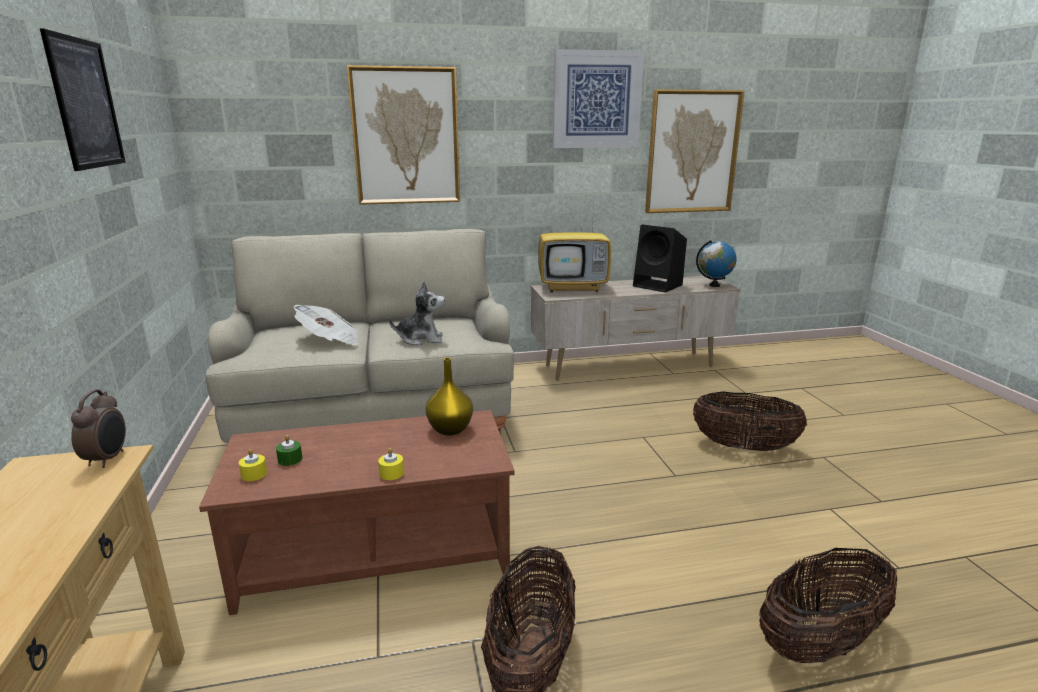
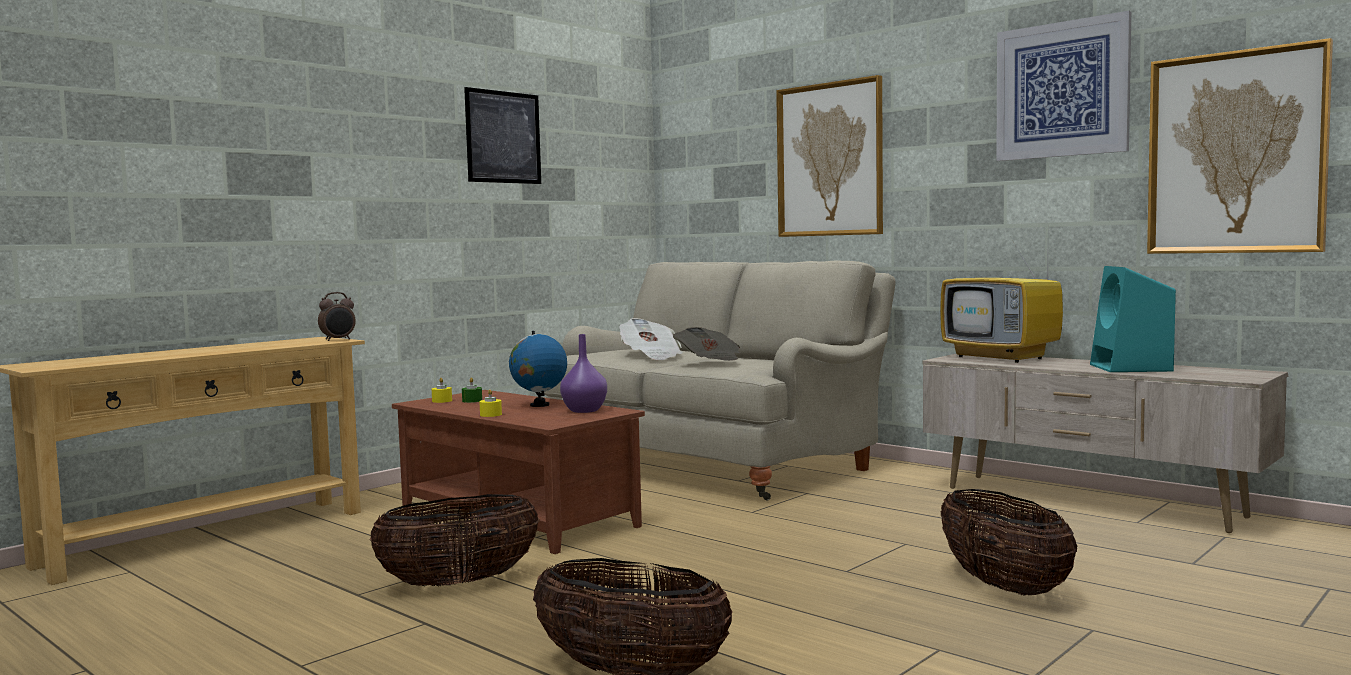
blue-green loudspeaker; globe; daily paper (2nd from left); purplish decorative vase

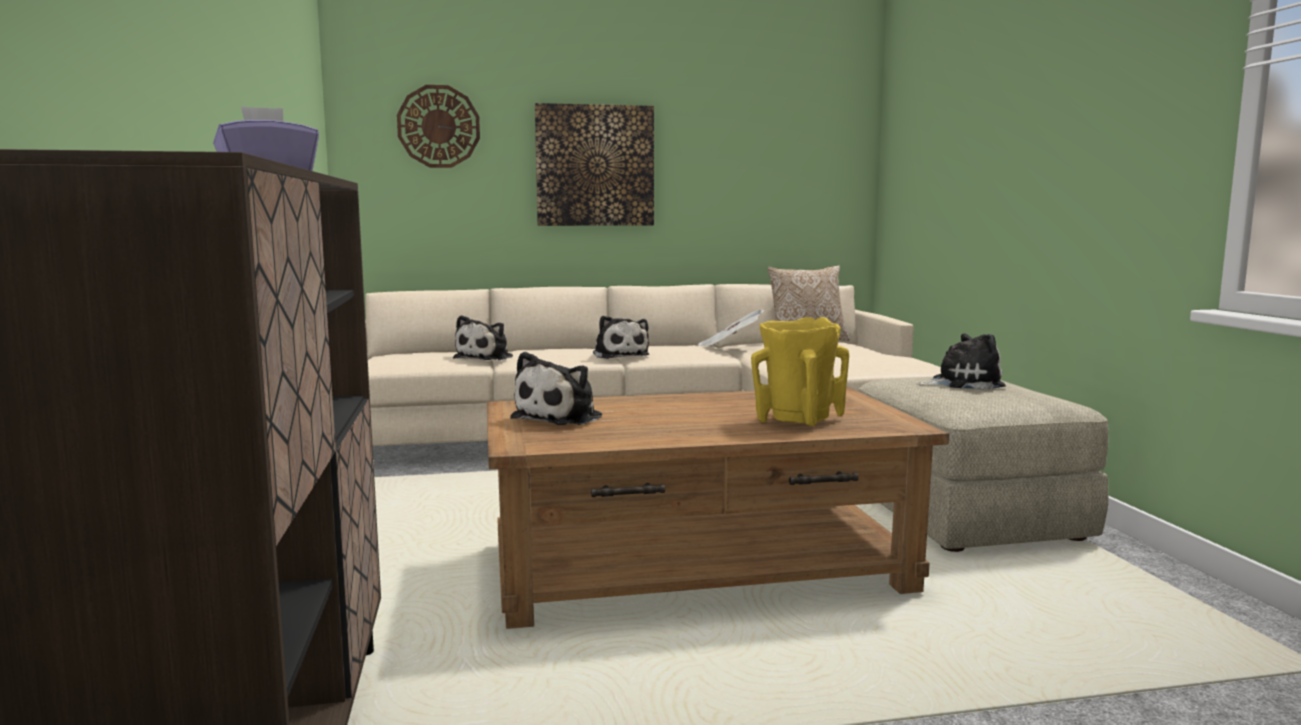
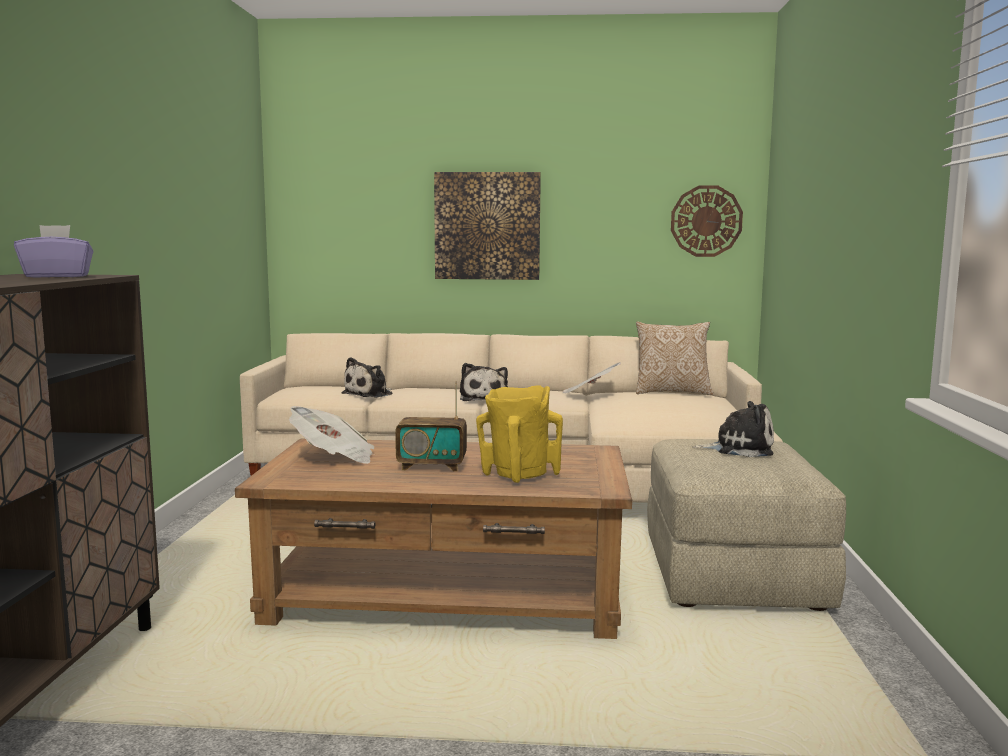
clock on the wall; daily paper (1st from left); radio set

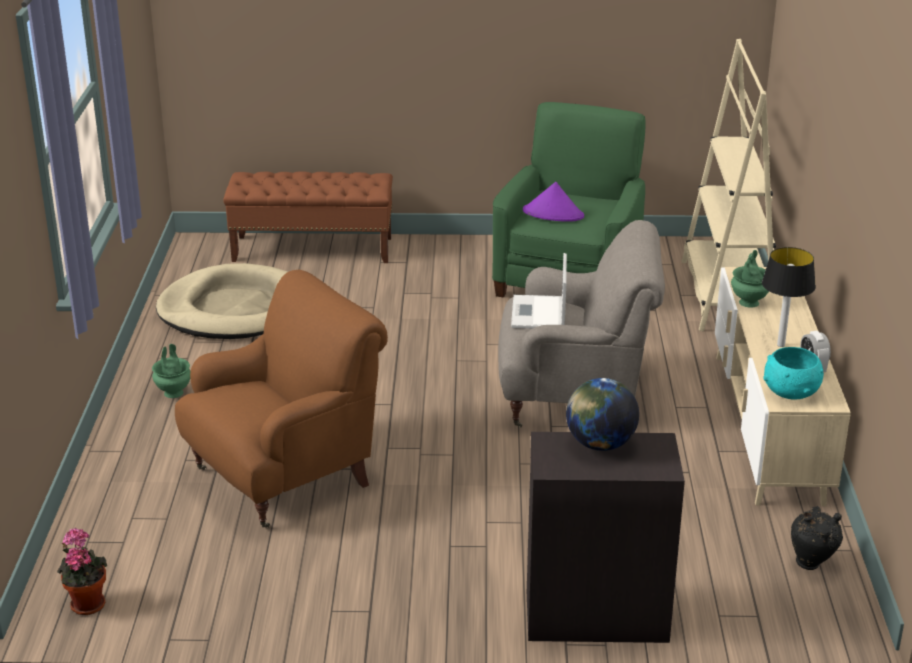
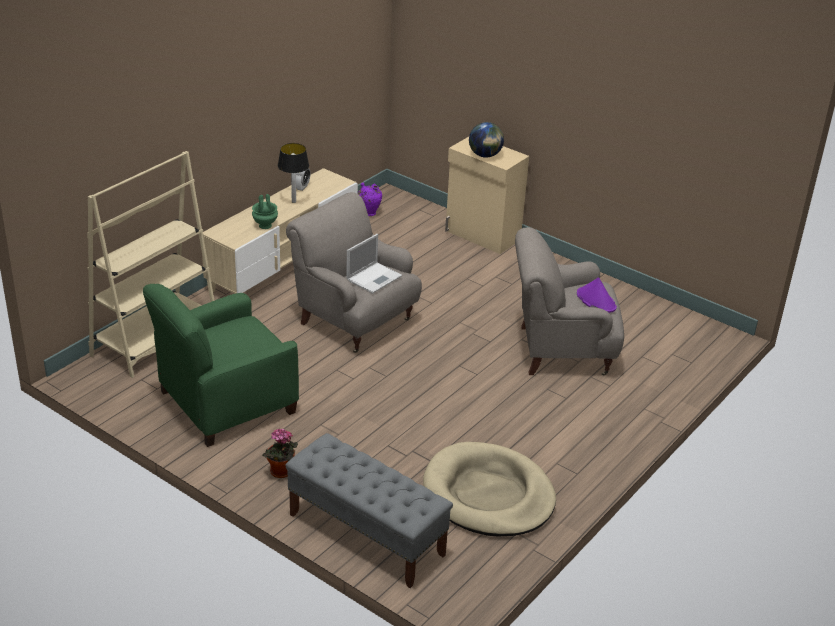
greyish bench; purplish clothing hat; greyish lounge chair (2nd from left); greenish decorative vase (1st from left in the first image); blue-green bowl; beige-coloured cabinet; purplish decorative vase; plant in a pot

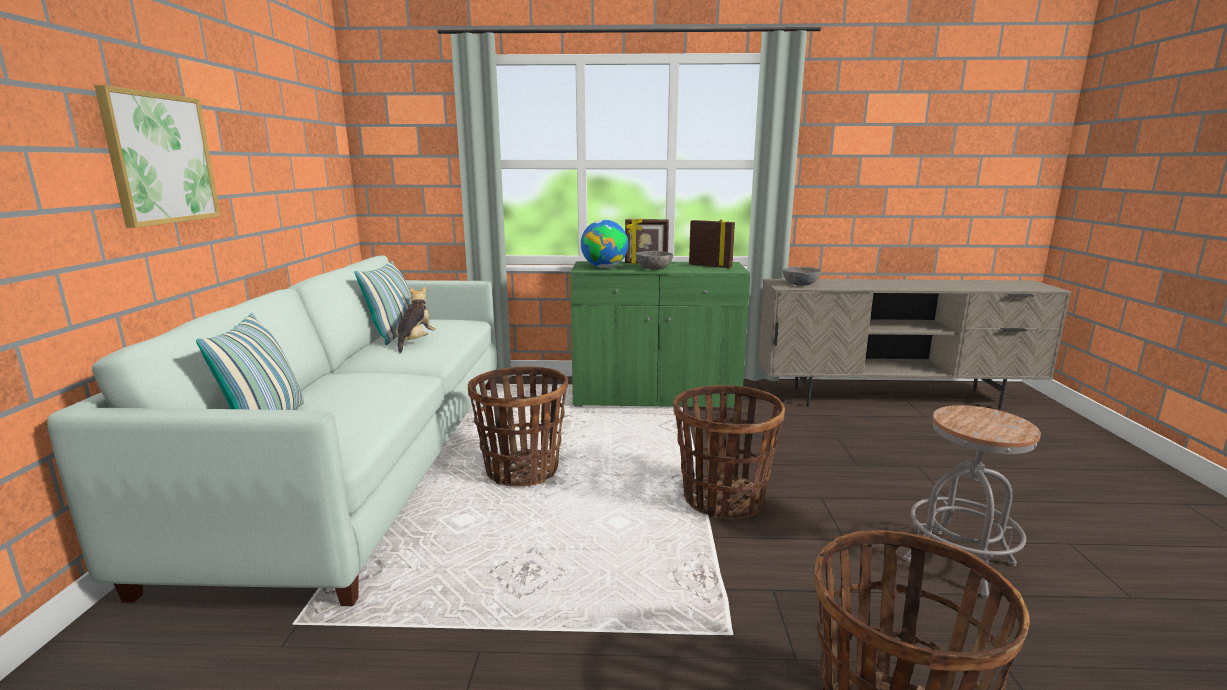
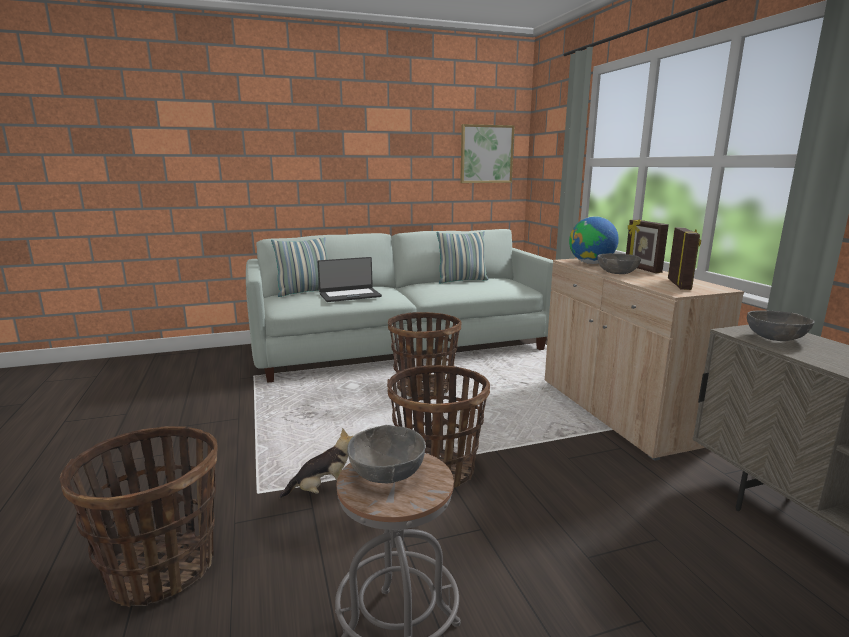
wall art; beige-coloured cabinet; soft toy; portable computer; greyish bowl (1st from left)

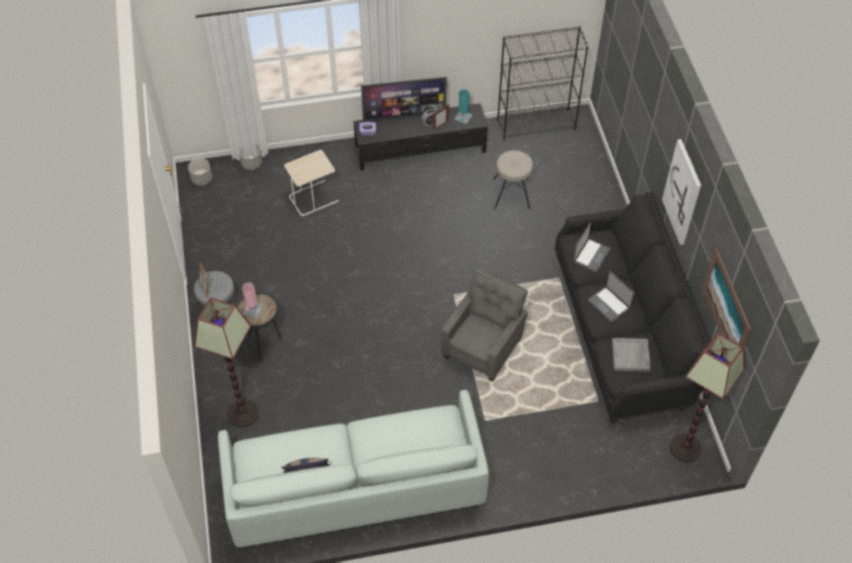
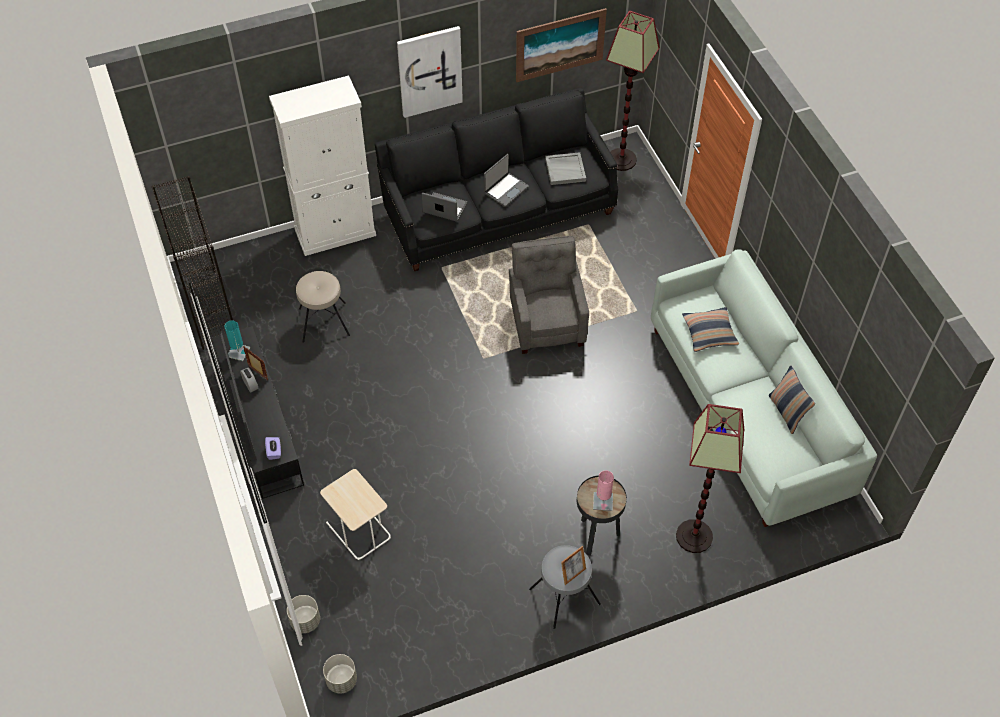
greyish lounge chair; white-coloured cabinet; throw pillow (1st from left)

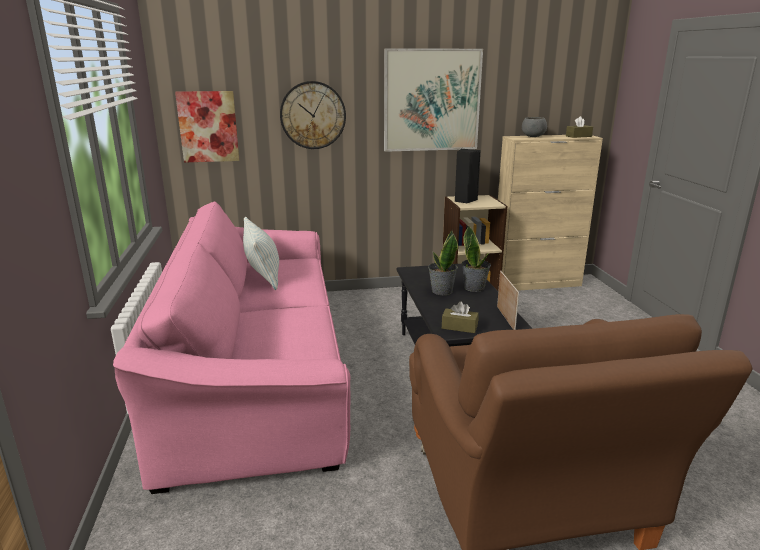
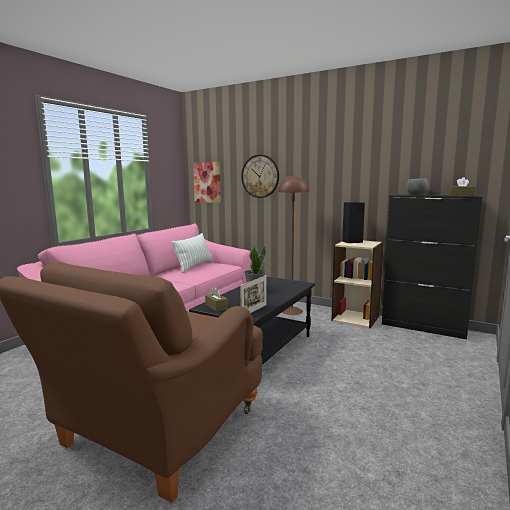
wall art (2nd from left in the first image); black-coloured cabinet; plant in a pot (2nd from left in the first image); brown standard lamp

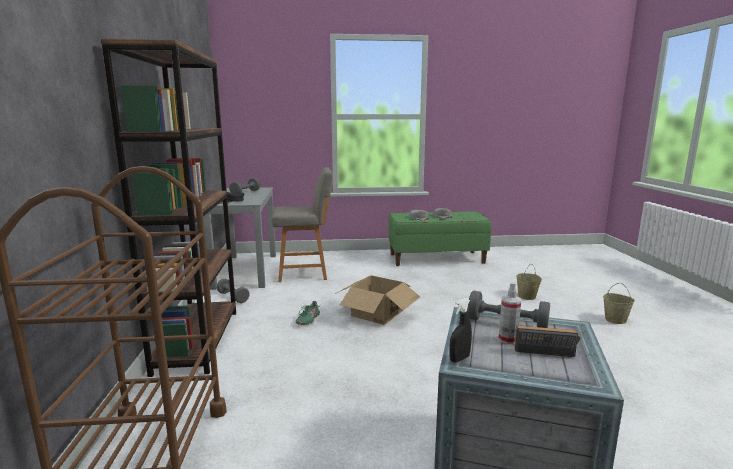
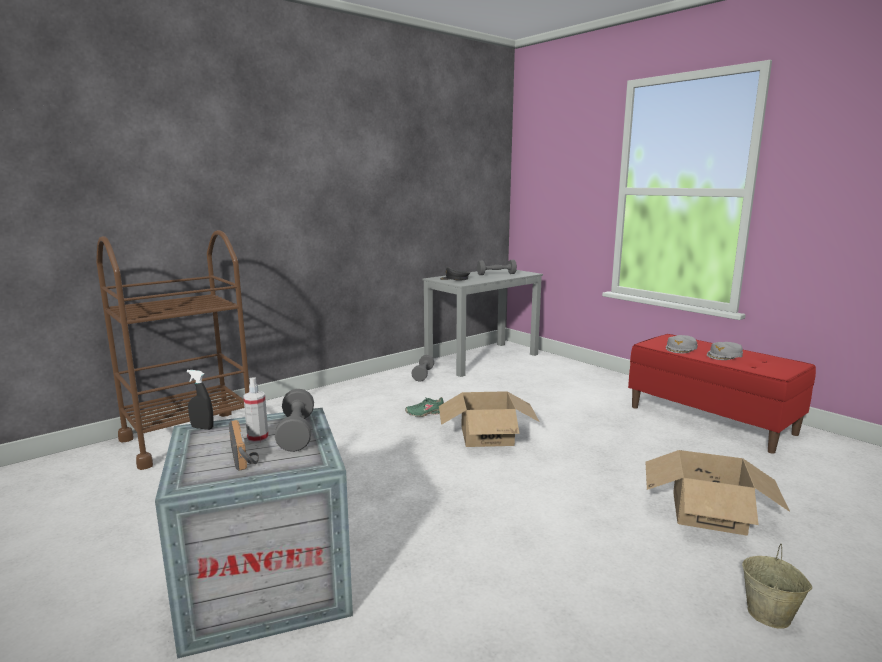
brown shelving unit; greyish chair; reddish bench; packing box (2nd from left)

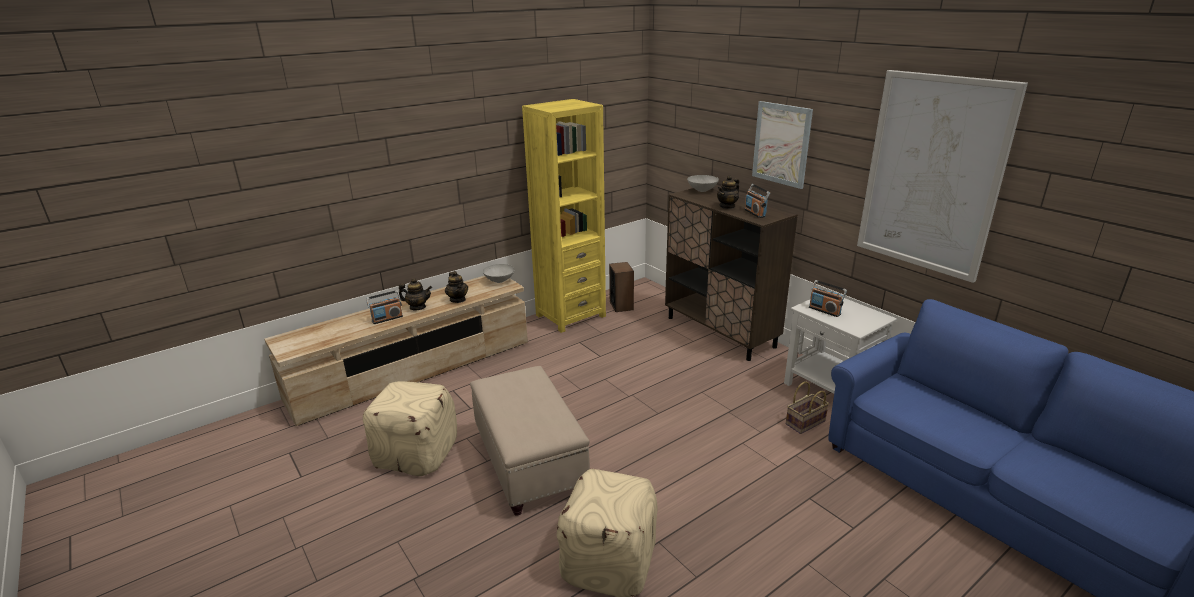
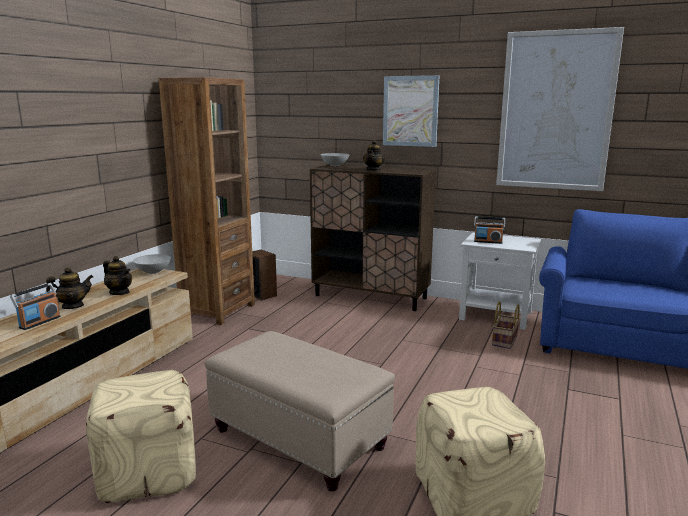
brown shelving unit; radio set (2nd from left in the first image)

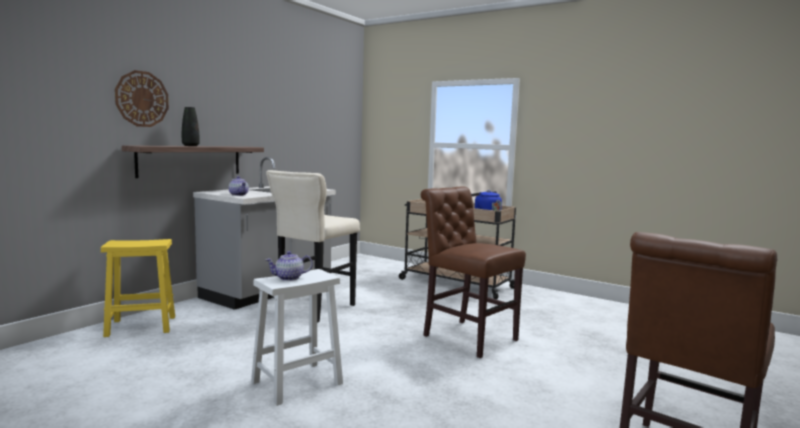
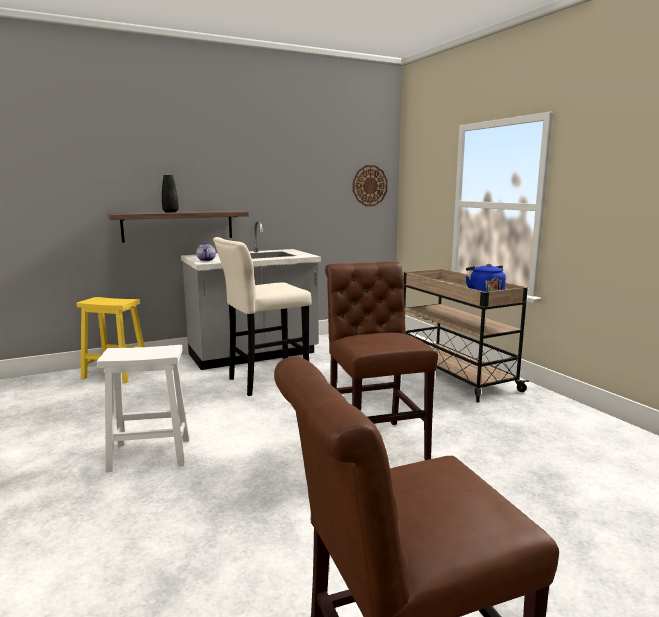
clock on the wall; teapot (2nd from left in the first image)

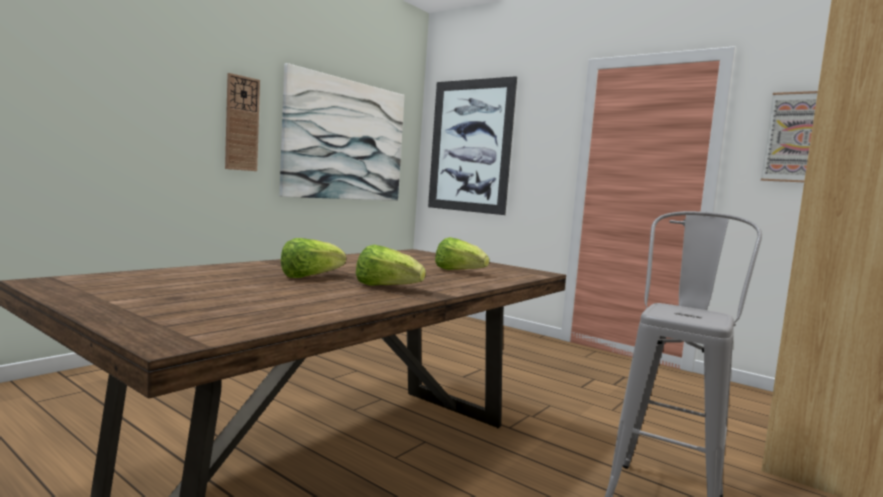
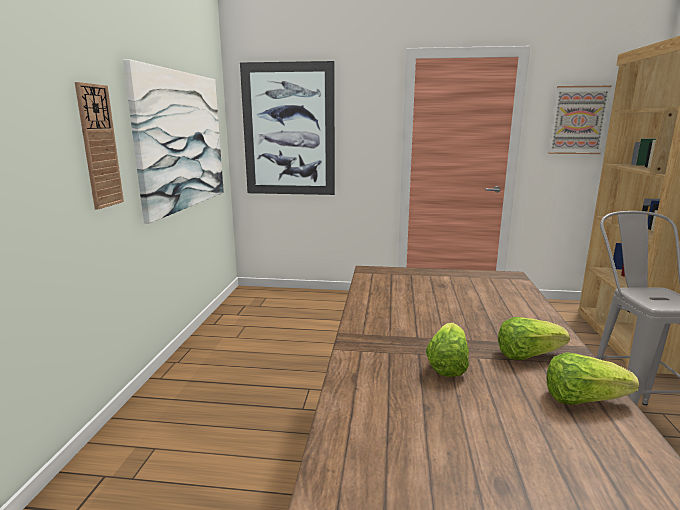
lettuce head (3rd from left)

